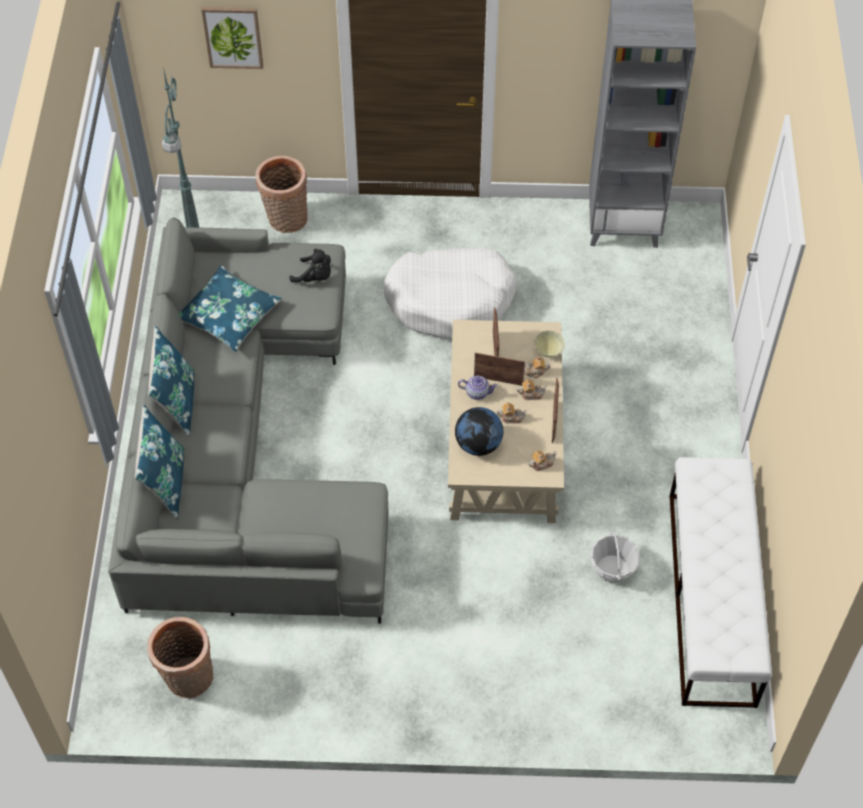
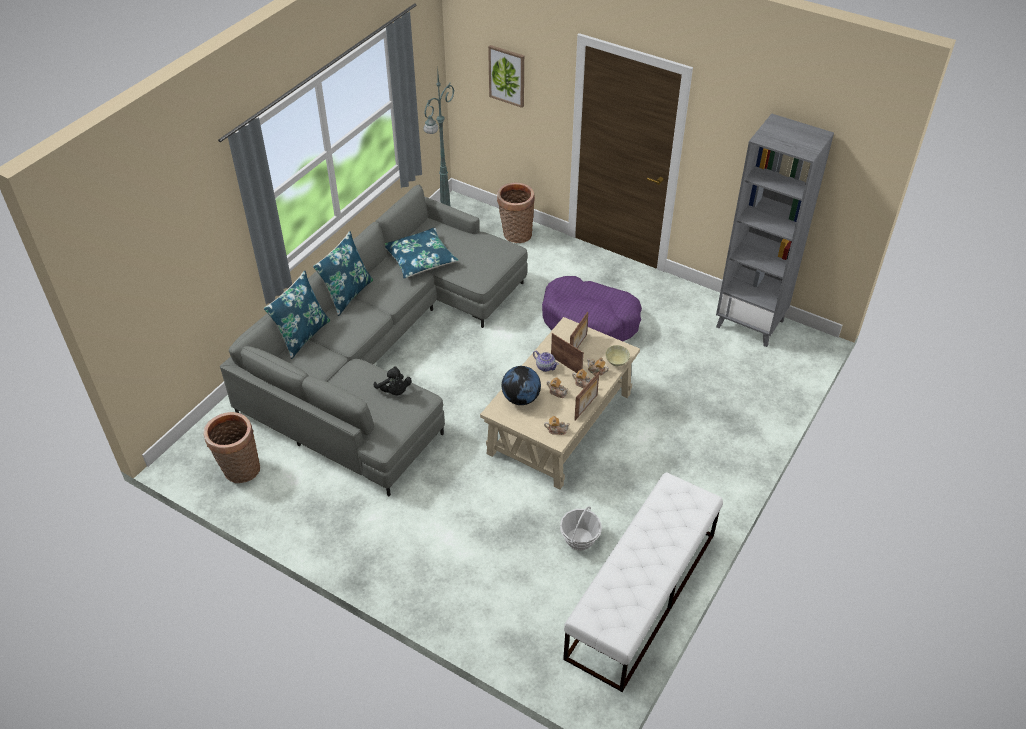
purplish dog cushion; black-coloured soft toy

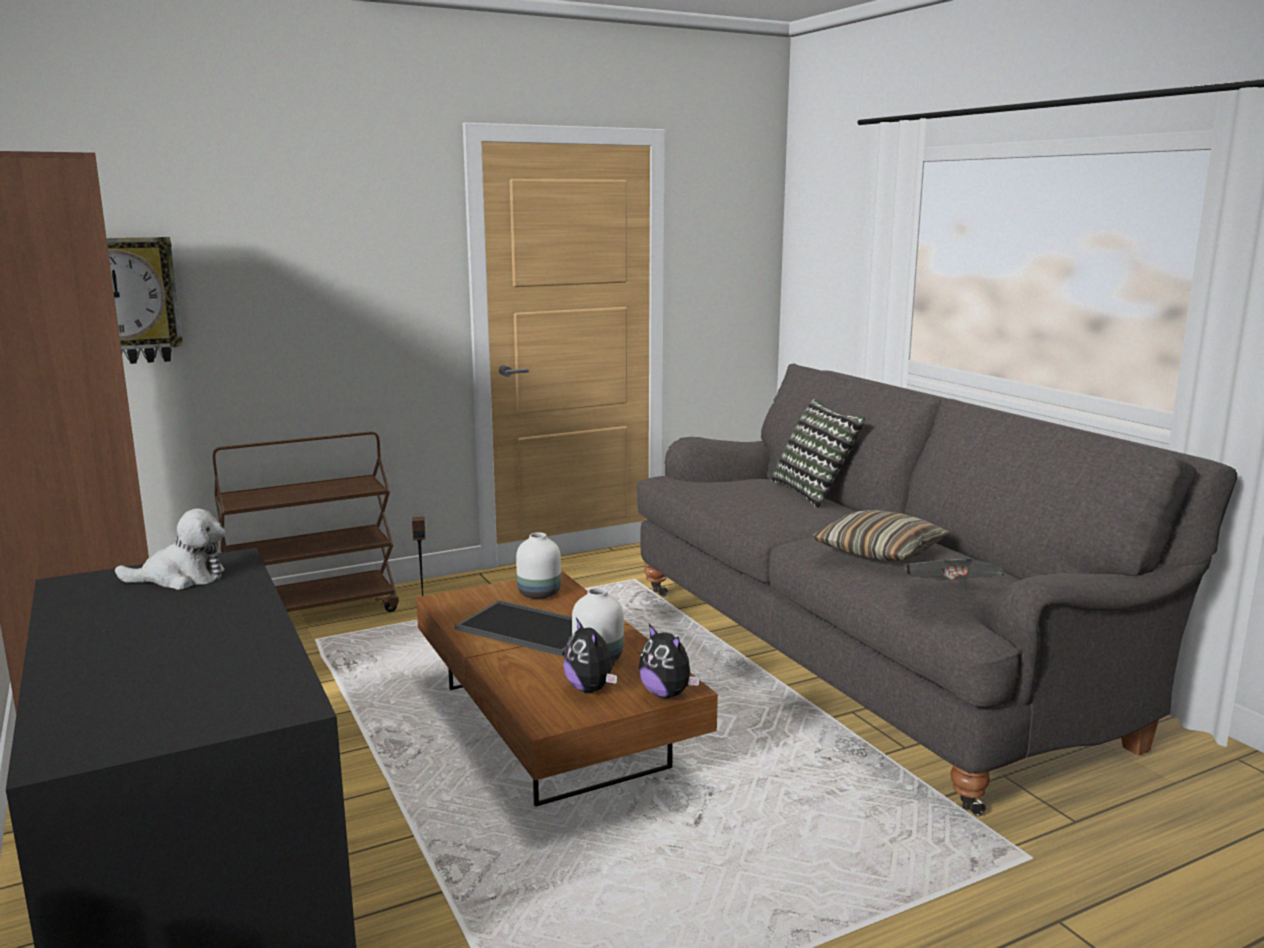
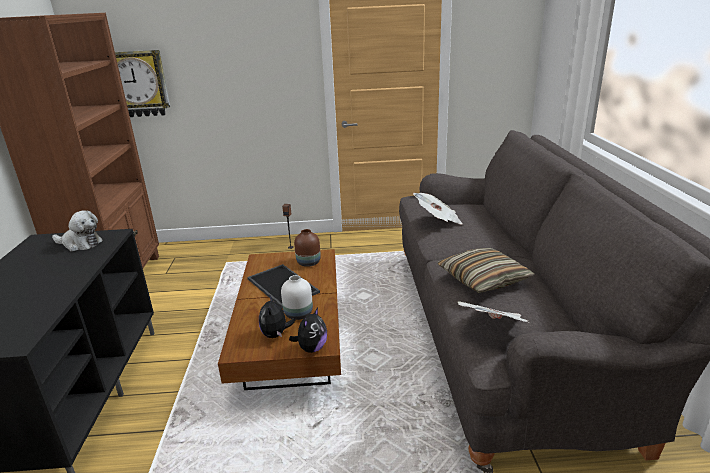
throw pillow (1st from left in the first image); brown wheeled cart; brown decorative vase; soft toy (3rd from left); daily paper (1st from left)

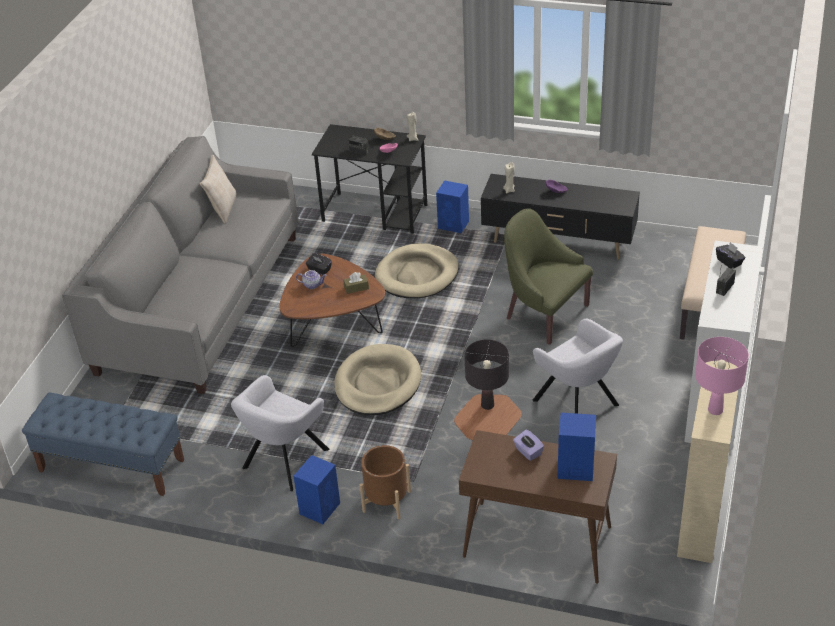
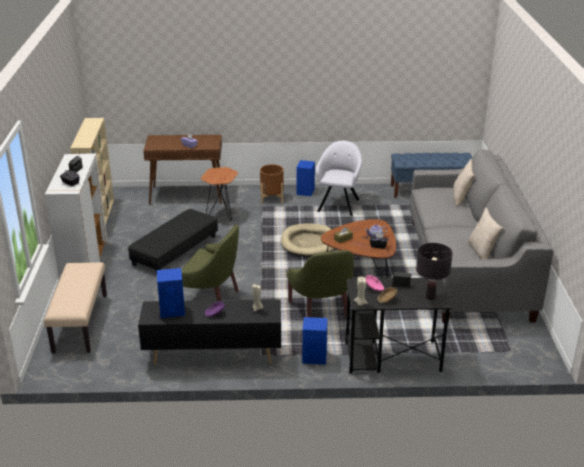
greenish lounge chair (2nd from left); black-coloured pouffe; pink lamp for a table; black-coloured lamp for a table; bluish loudspeaker (1st from left); beige-coloured throw pillow (1st from left)

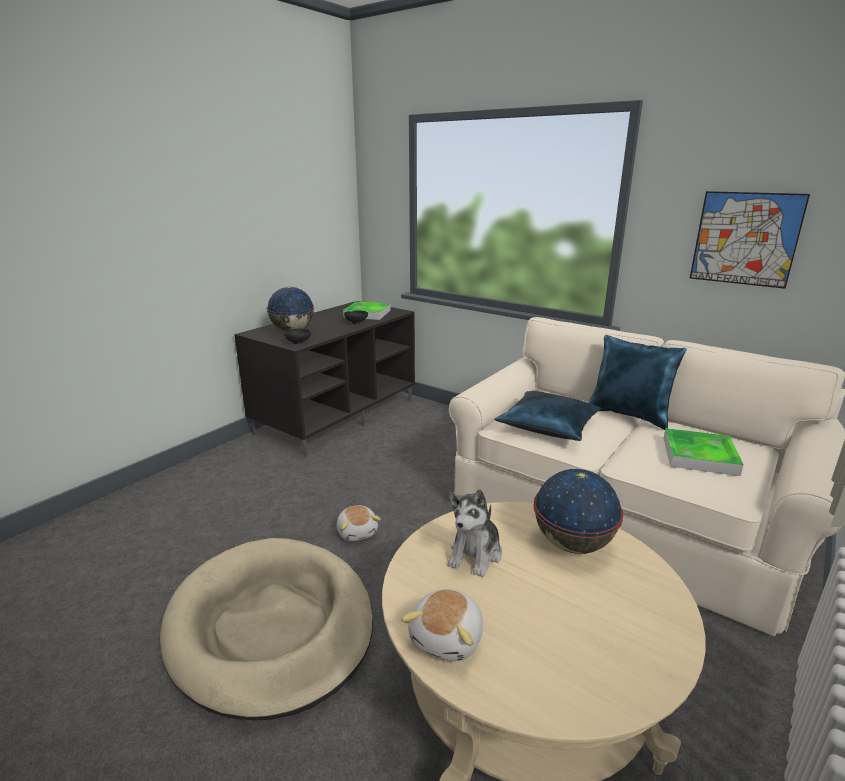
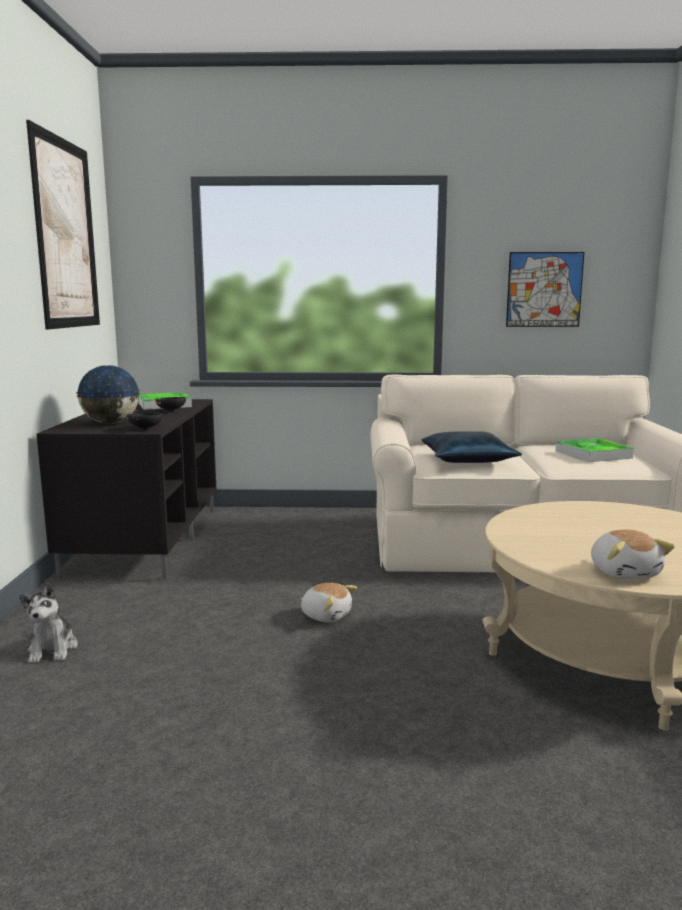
bluish throw pillow (2nd from left in the first image); globe (2nd from left in the first image); soft toy (1st from left); beige-coloured dog cushion; wall art (1st from left)

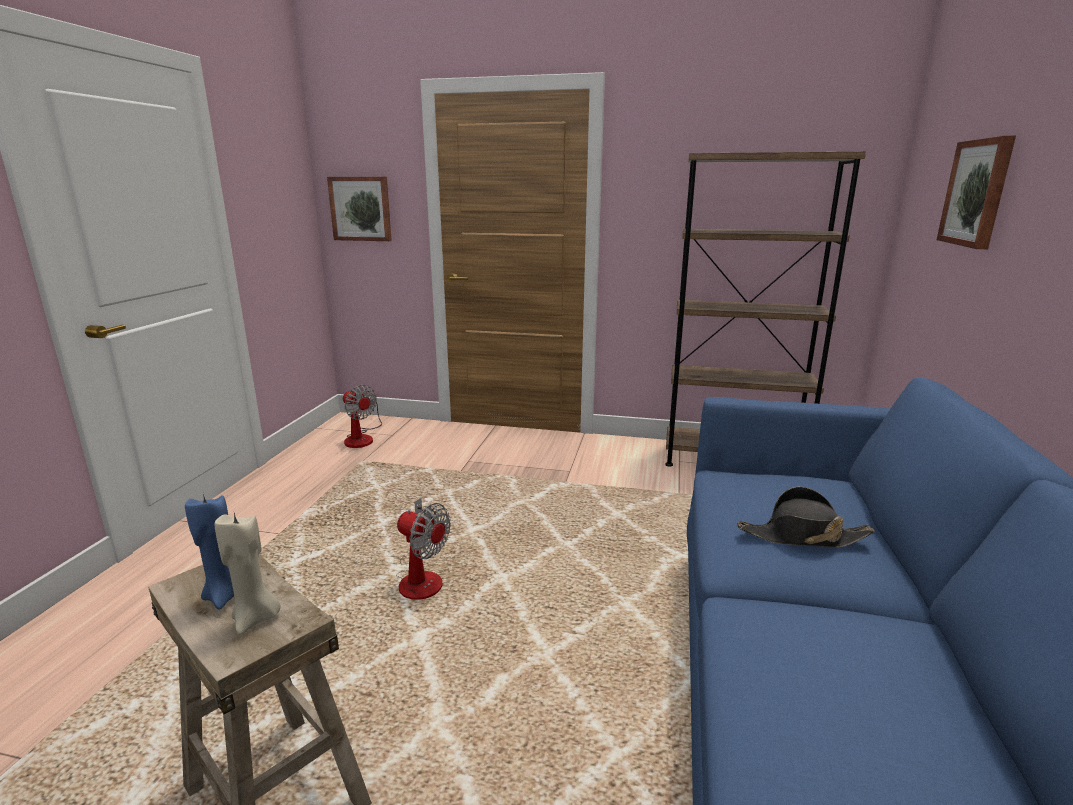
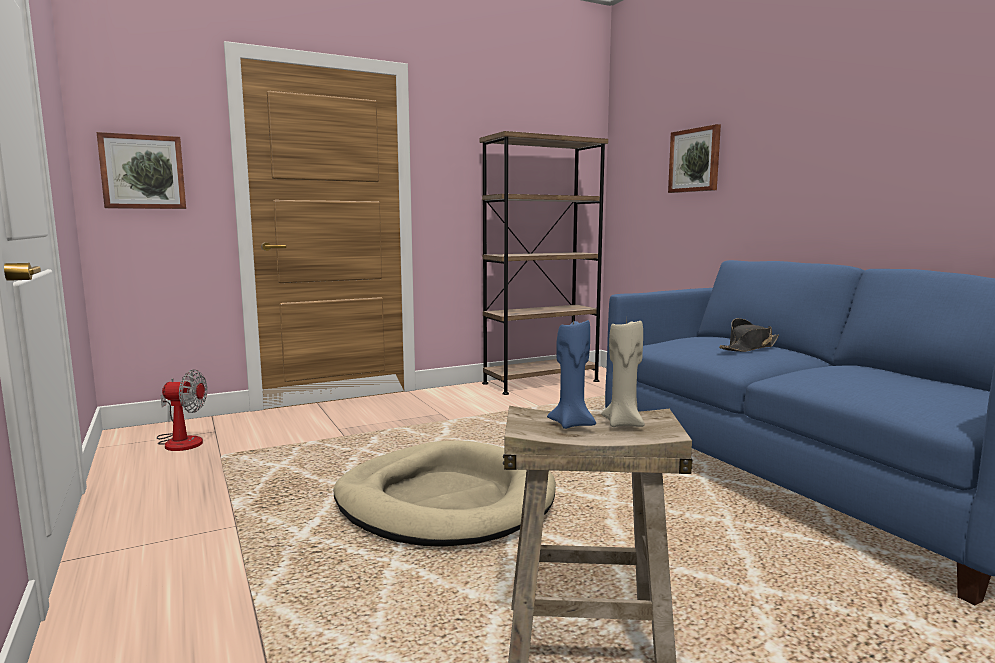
beige-coloured dog cushion

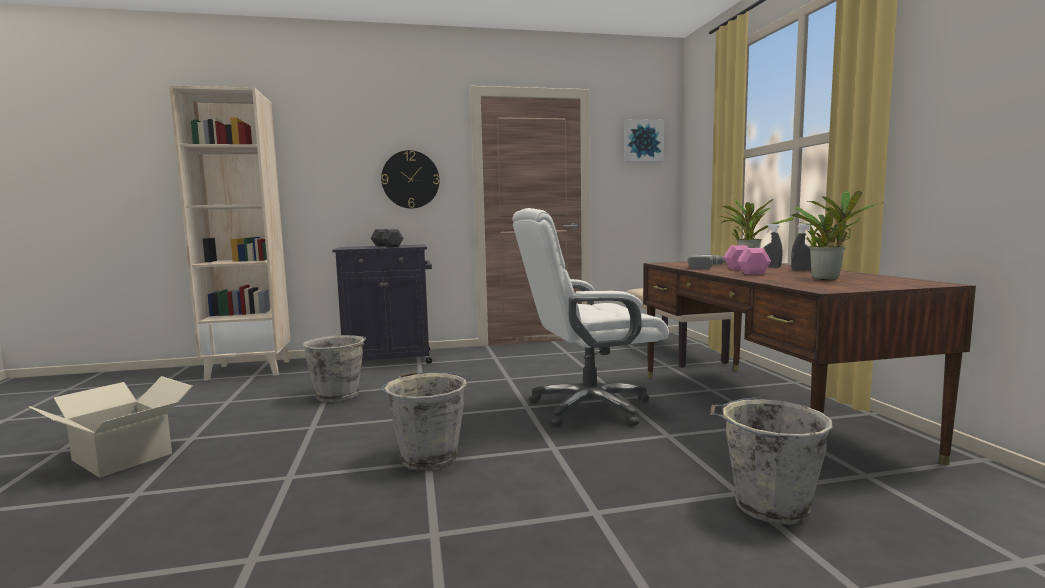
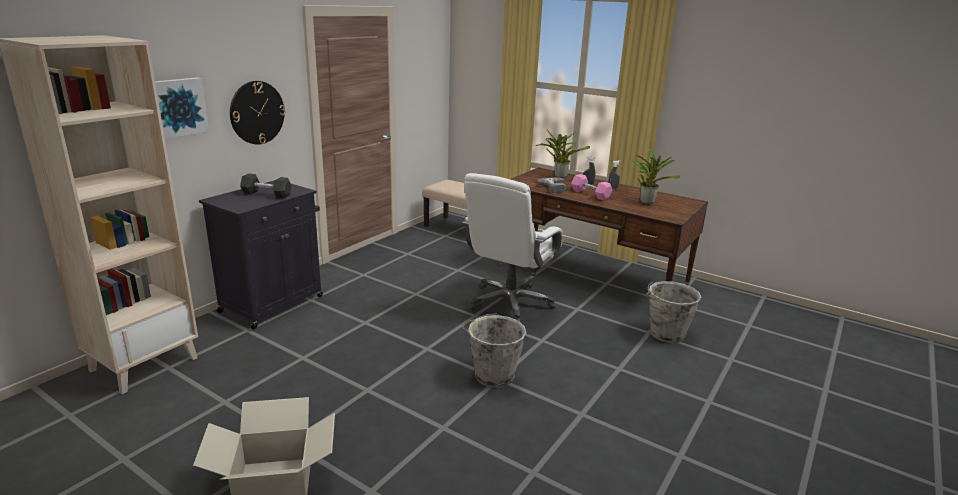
wall art; greyish pail (1st from left in the first image)

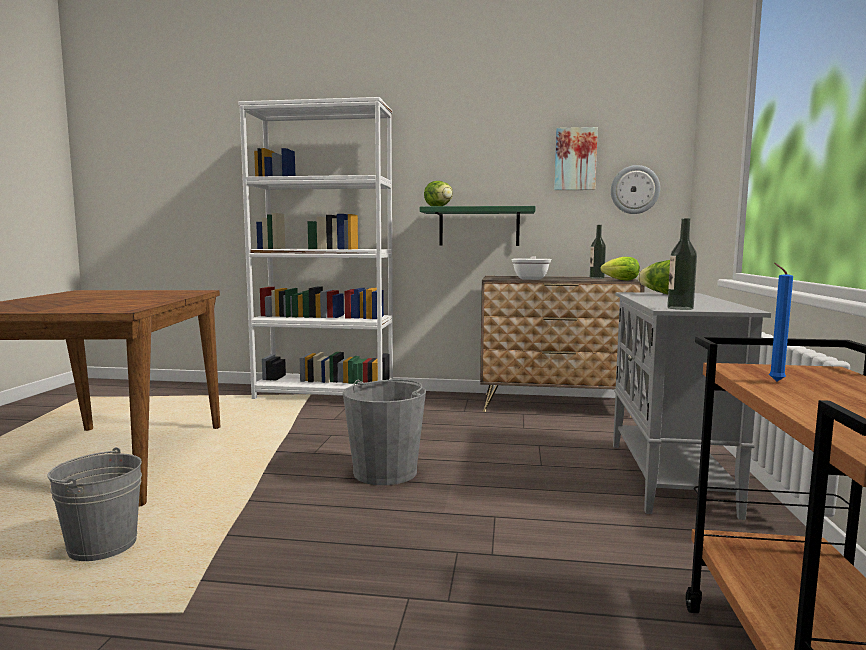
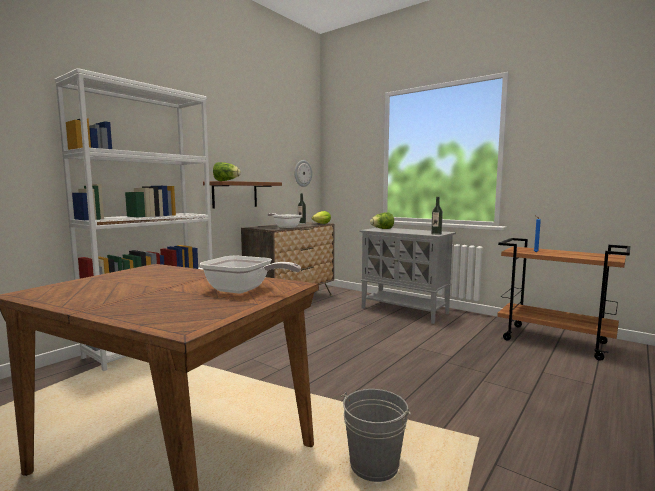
wall art; brown bracket shelf; greyish pail (2nd from left in the first image); skillet (1st from left)

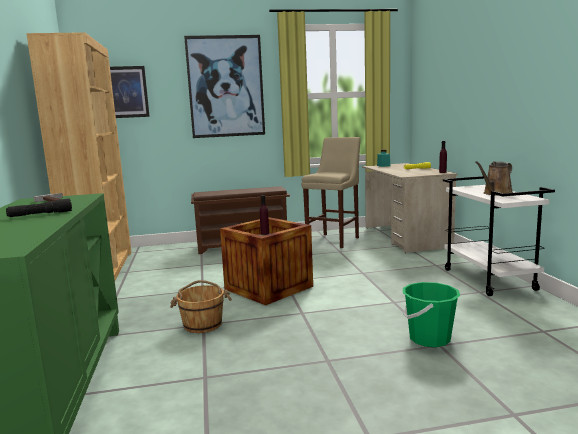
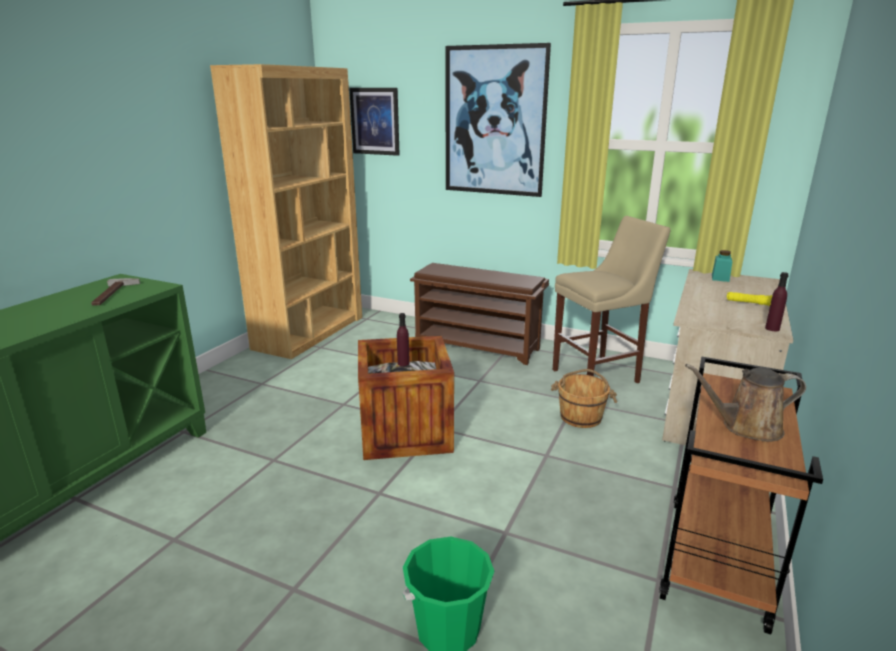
brown wheeled cart; black-coloured flashlight; brown pail

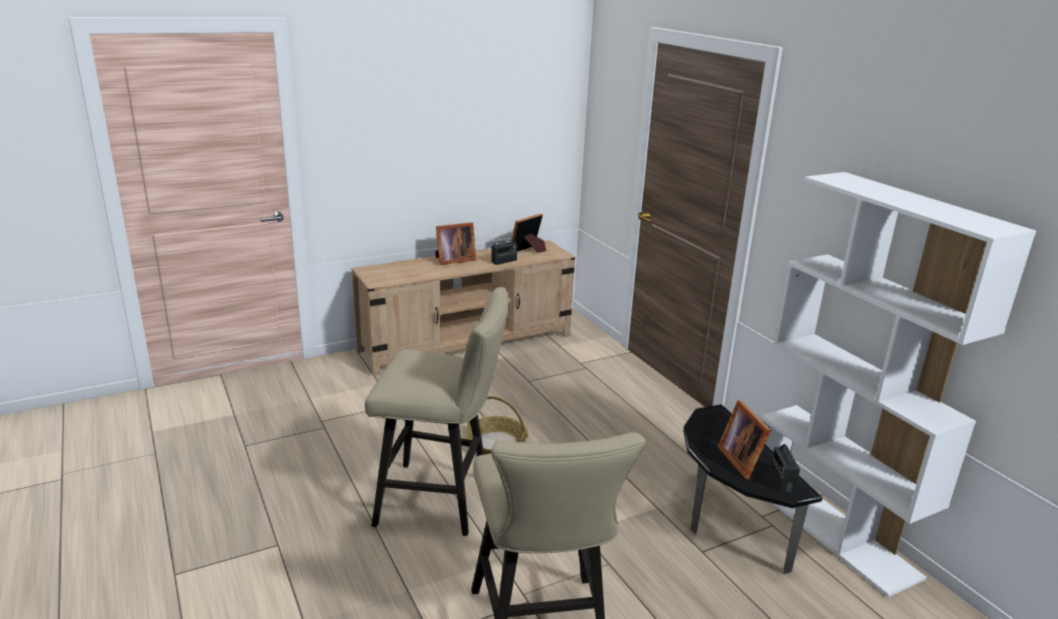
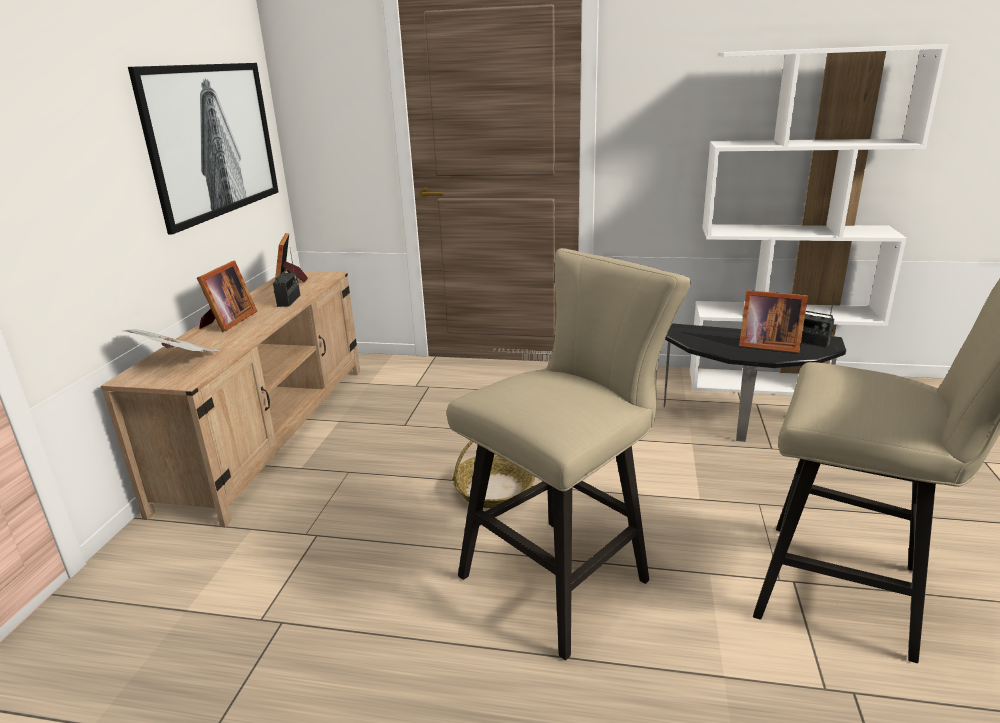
wall art; daily paper

